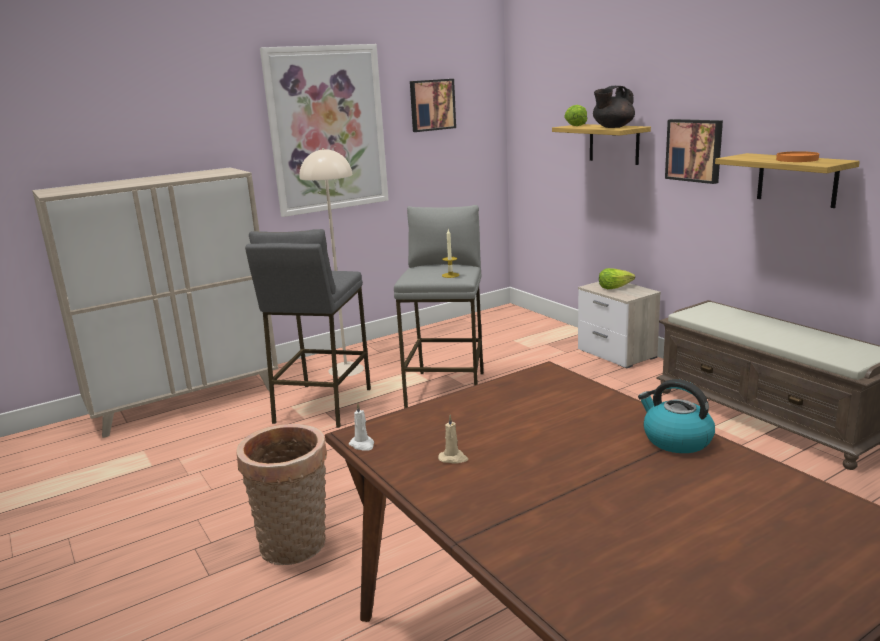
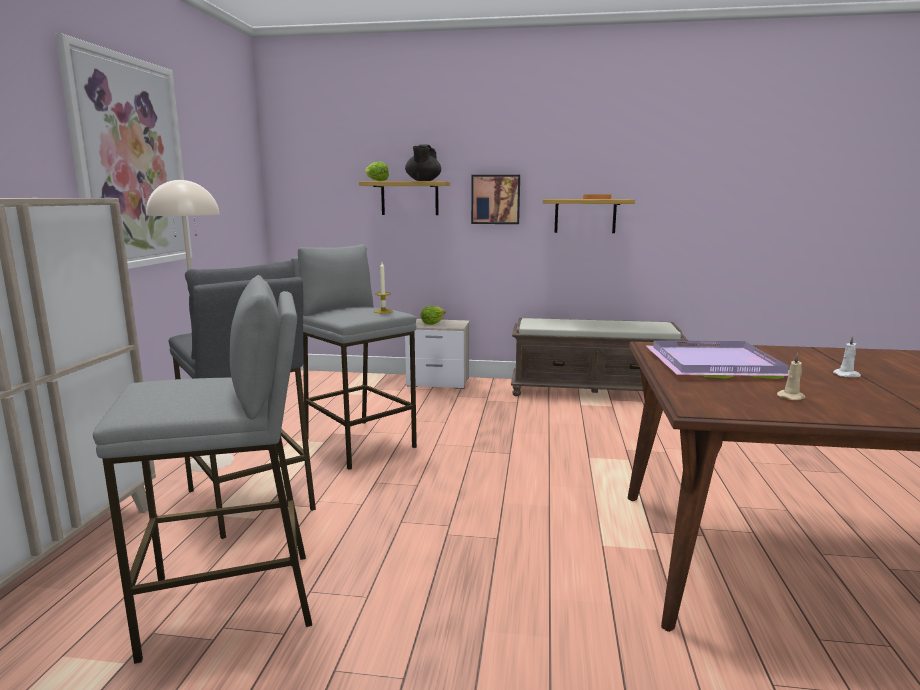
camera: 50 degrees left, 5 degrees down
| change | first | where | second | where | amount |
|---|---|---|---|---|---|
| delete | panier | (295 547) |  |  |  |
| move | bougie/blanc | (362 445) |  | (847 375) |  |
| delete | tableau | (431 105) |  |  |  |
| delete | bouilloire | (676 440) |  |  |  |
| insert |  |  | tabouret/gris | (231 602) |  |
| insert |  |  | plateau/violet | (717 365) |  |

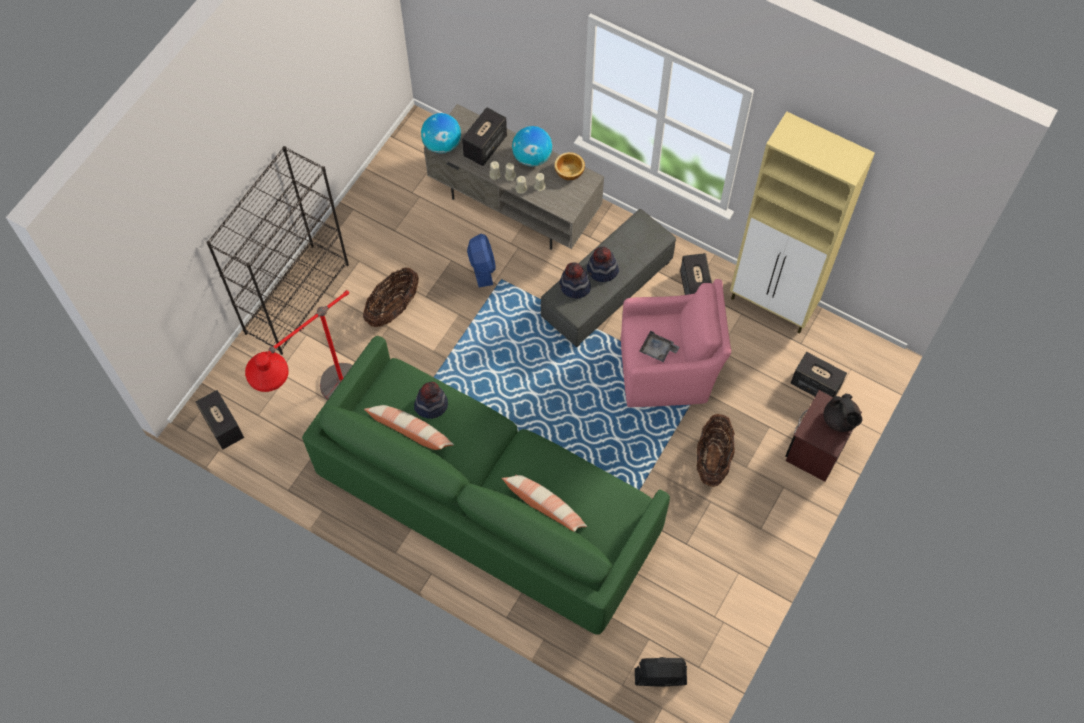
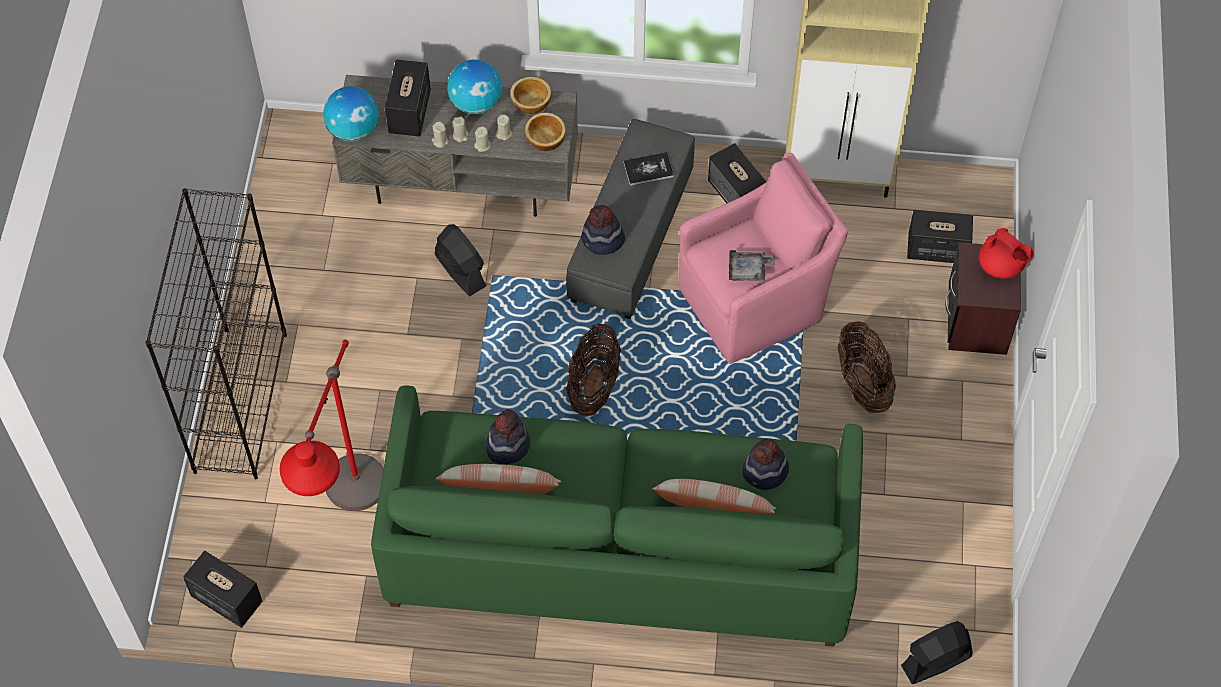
camera: 25 degrees left, 5 degrees down
| change | first | where | second | where | amount |
|---|---|---|---|---|---|
| move | panier | (393 308) |  | (593 385) |  |
| recolor | ventilateur/bleu | (482 267) | ventilateur/noir | (460 270) |  |
| move | chapeau | (602 270) |  | (765 472) |  |
| recolor | théière/noir | (840 420) | théière/rouge | (1001 266) |  |
| insert |  |  | bol | (545 139) |  |
| insert |  |  | livre | (648 169) |  |

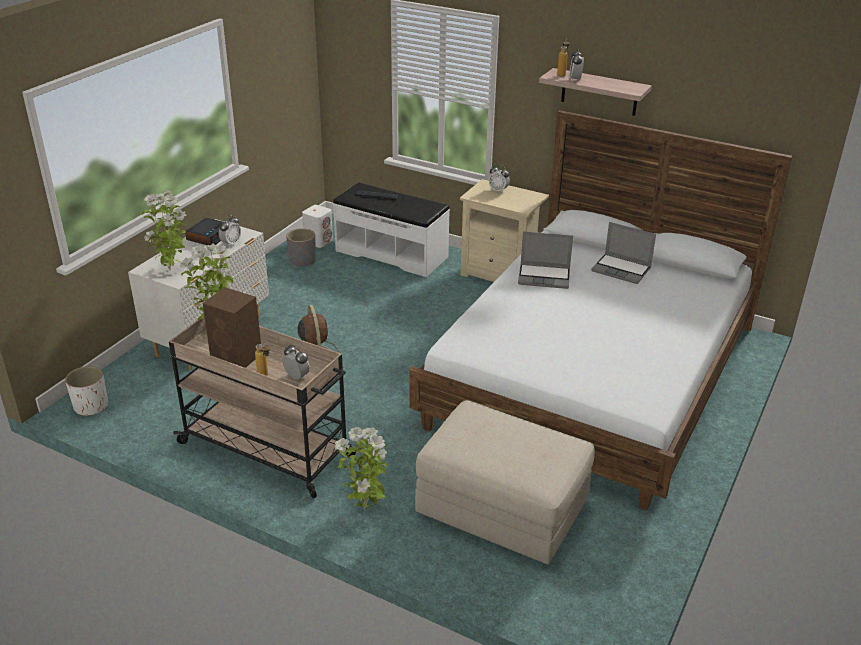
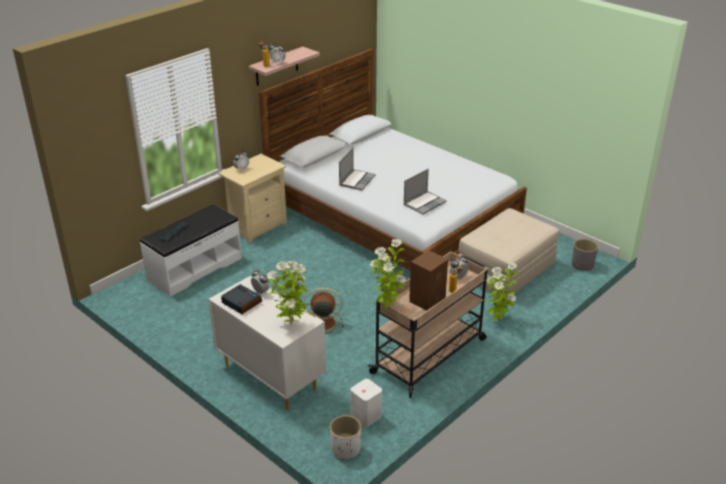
camera: 75 degrees left, 0 degrees up
| change | first | where | second | where | amount |
|---|---|---|---|---|---|
| move | cache-pot/gris | (302 261) |  | (582 265) |  |
| move | enceinte/blanc | (318 241) |  | (365 416) |  |
| move | ordinateur portable | (622 270) |  | (424 203) |  |

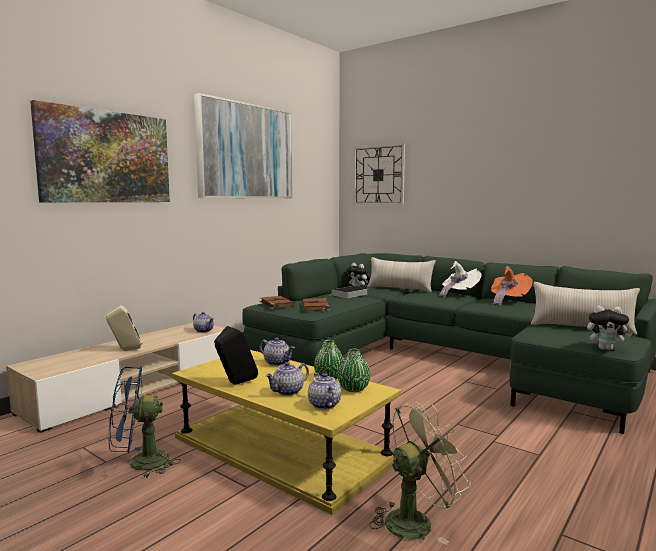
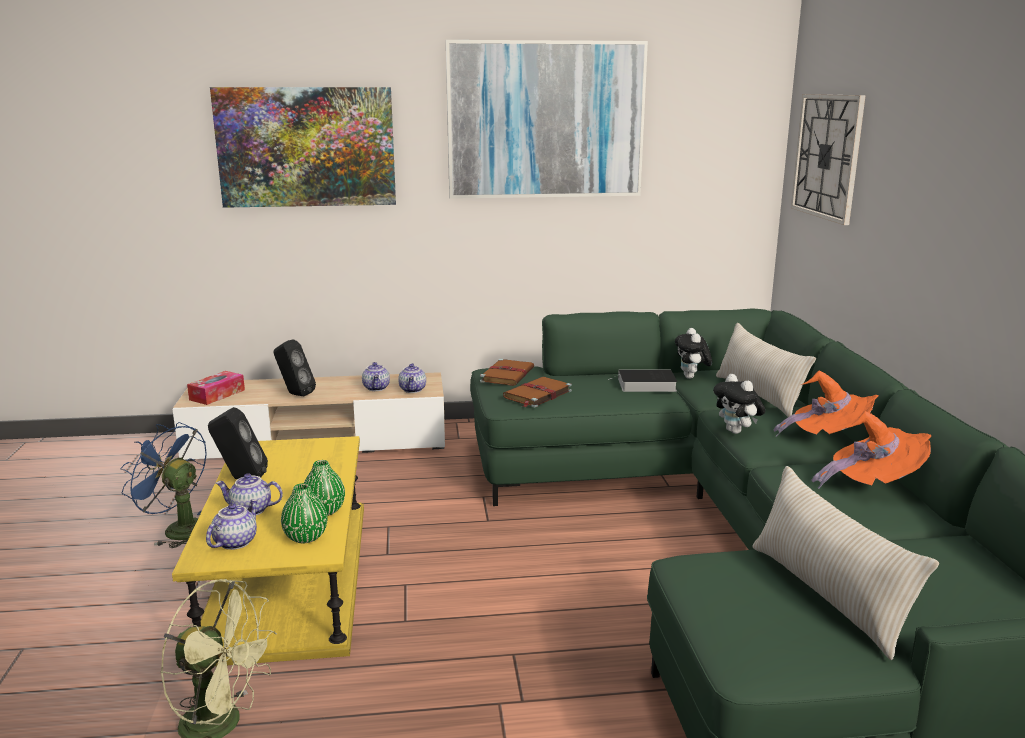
camera: 45 degrees right, 10 degrees up
| change | first | where | second | where | amount |
|---|---|---|---|---|---|
| recolor | enceinte/beige | (125 350) | enceinte/noir | (295 394) |  |
| move | théière | (277 362) |  | (377 388) |  |
| recolor | chapeau/blanc | (459 294) | chapeau/orange | (827 437) |  |
| move | peluche | (606 349) |  | (737 432) |  |
| insert |  |  | boîte à mouchoirs | (217 395) |  |

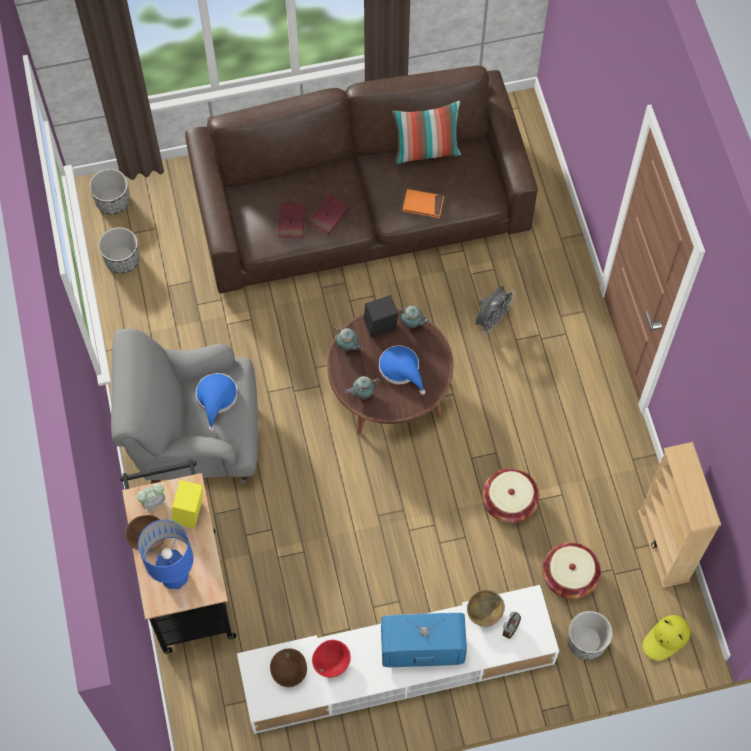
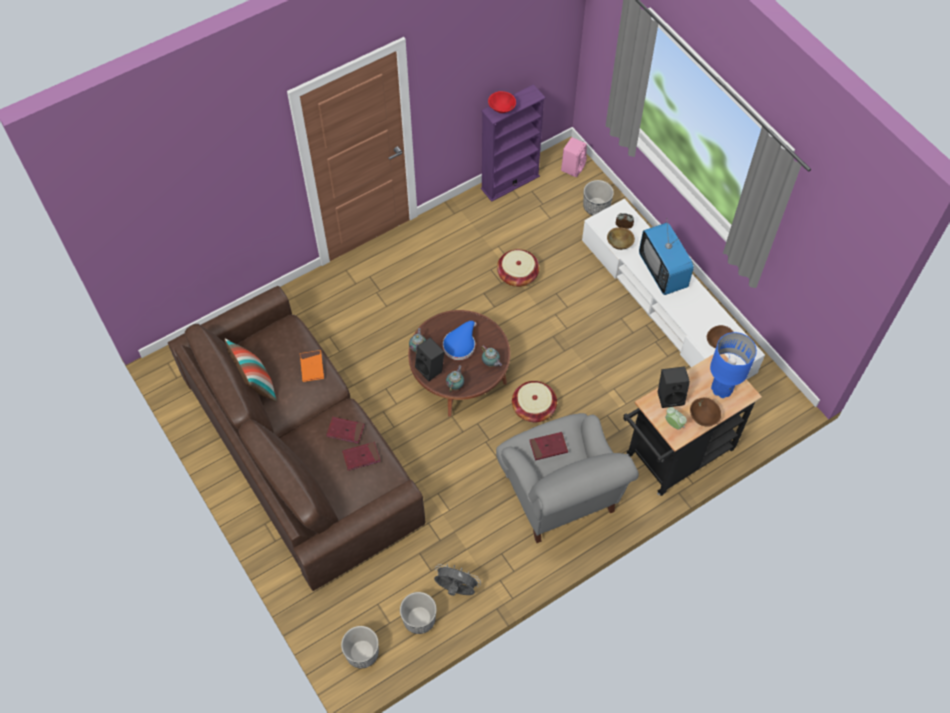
camera: 110 degrees left, 5 degrees down
| change | first | where | second | where | amount |
|---|---|---|---|---|---|
| recolor | enceinte/jaune | (190 515) | enceinte/noir | (670 396) |  |
| replace | chapeau/bleu | (216 399) | livre/rouge | (548 447) |  |
| move | bol/rouge | (332 662) |  | (501 109) |  |
| move | ventilateur/gris | (492 320) |  | (456 589) |  |
| move | panier | (569 576) |  | (533 408) |  |
| recolor | bibliothèque/beige | (663 546) | bibliothèque/violet | (510 182) |  |
| replace | chapeau/jaune | (666 638) | enceinte/rose | (573 167) |  |

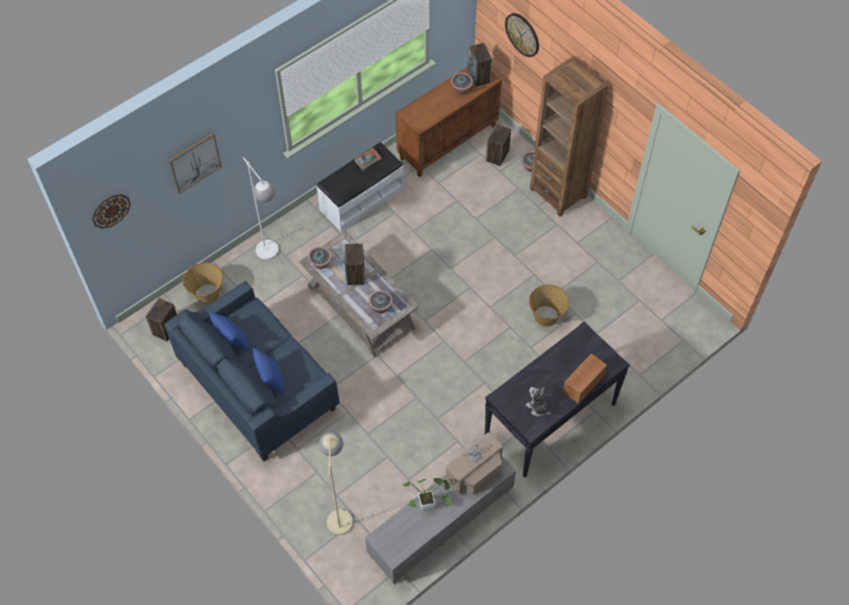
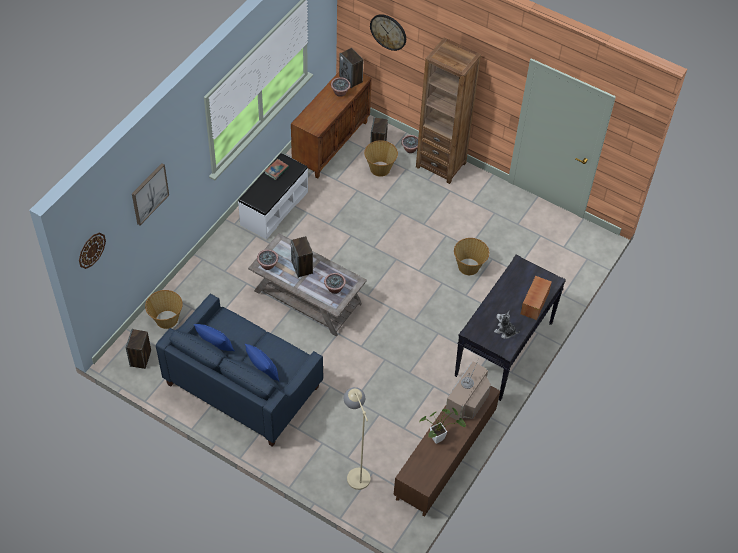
camera: 20 degrees left, 5 degrees down
| change | first | where | second | where | amount |
|---|---|---|---|---|---|
| delete | lampadaire/blanc | (271 256) |  |  |  |
| recolor | meuble télé/gris | (441 523) | meuble télé/marron | (445 456) |  |
| insert |  |  | panier | (380 168) |  |

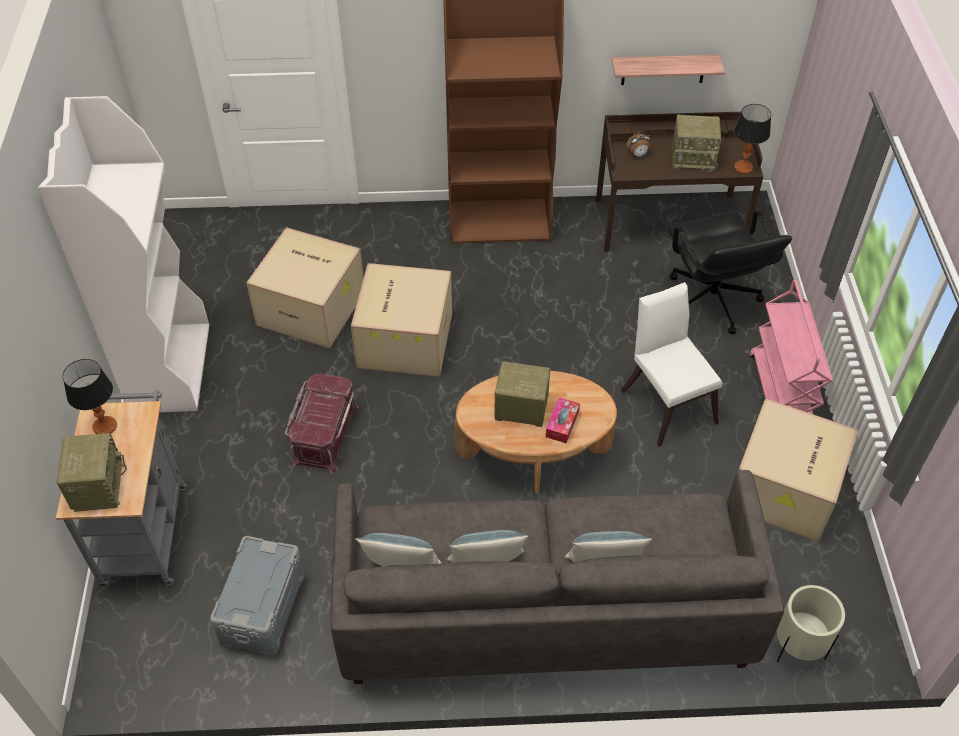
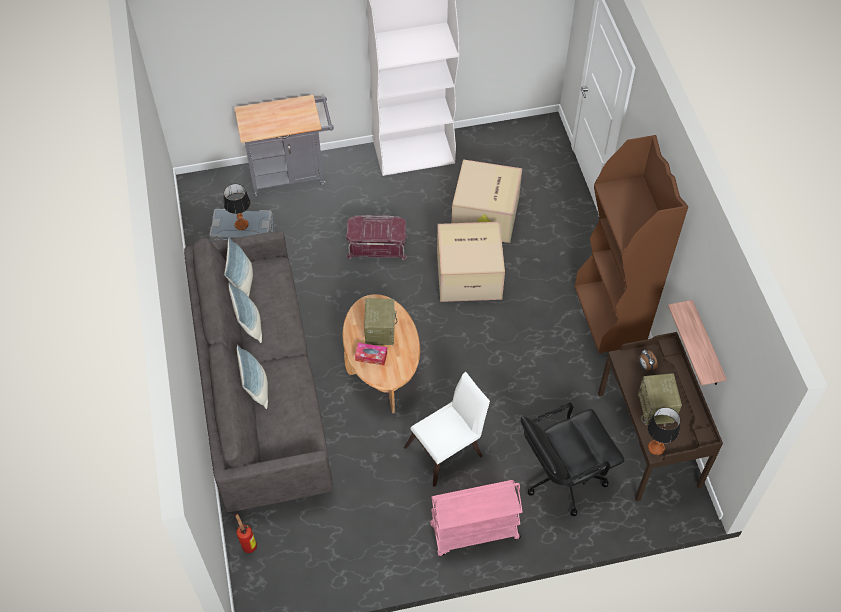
camera: 80 degrees right, 5 degrees up
| change | first | where | second | where | amount |
|---|---|---|---|---|---|
| delete | radio | (97 486) |  |  |  |
| move | lampe de table | (104 426) |  | (241 224) |  |
| delete | carton | (785 490) |  |  |  |
| replace | cache-pot/beige | (797 647) | extincteur | (248 544) |  |

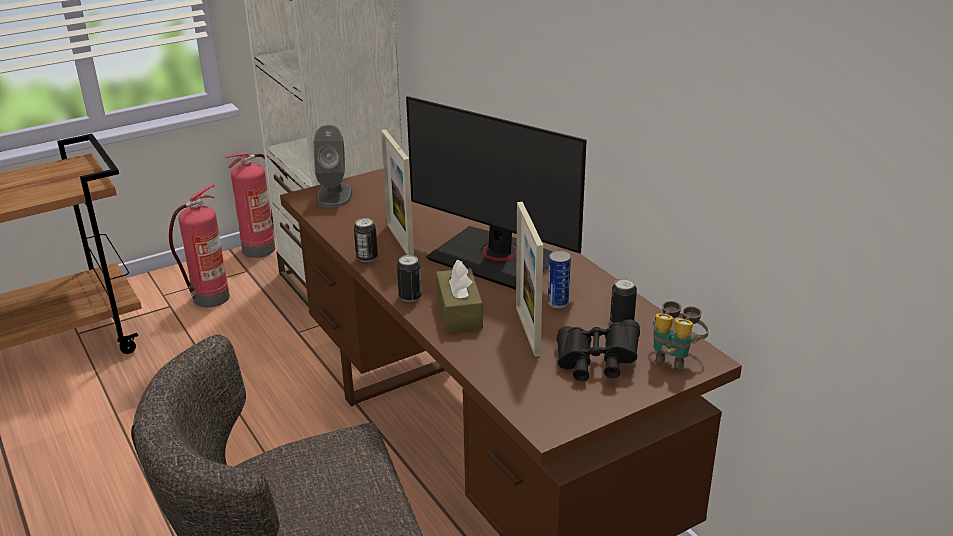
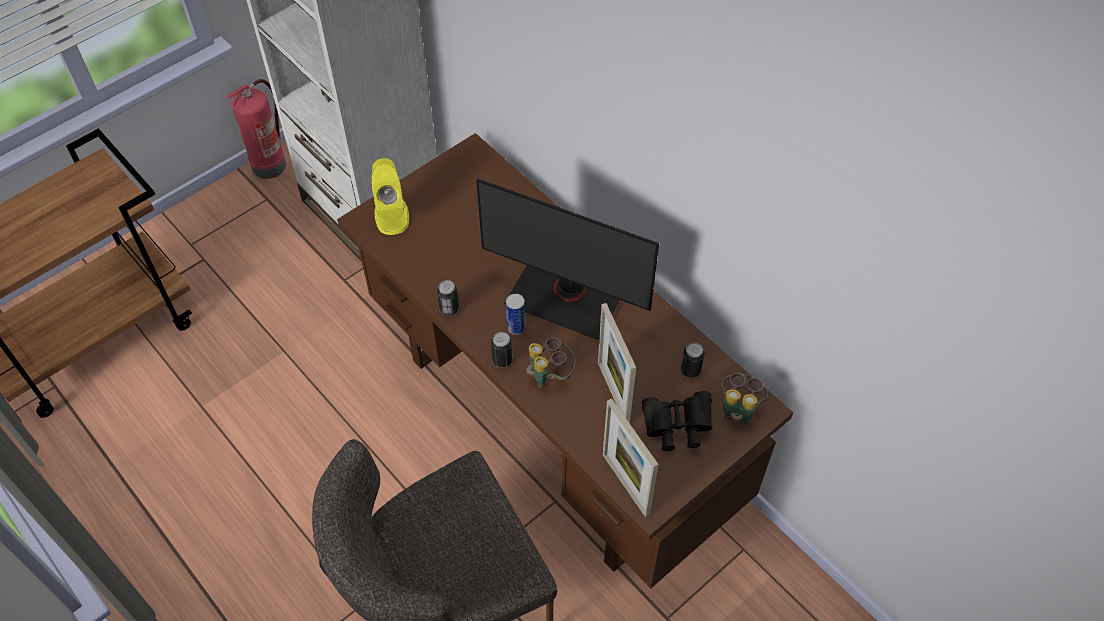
camera: 10 degrees left, 25 degrees up
| change | first | where | second | where | amount |
|---|---|---|---|---|---|
| delete | extincteur | (210 299) |  |  |  |
| recolor | enceinte/gris | (334 195) | enceinte/jaune | (391 215) |  |
| move | cadre photo | (400 241) |  | (625 484) |  |
| replace | boîte à mouchoirs/marron | (459 312) | jumelles | (550 375) |  |
| move | boîte métallique | (558 303) |  | (516 328) |  |

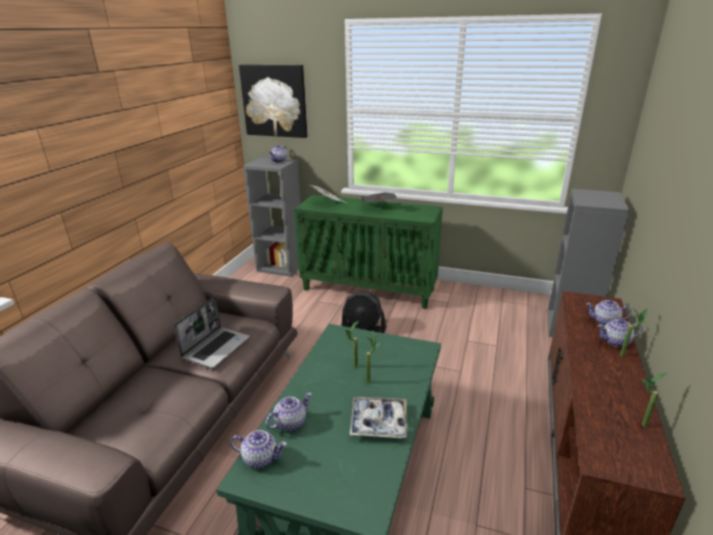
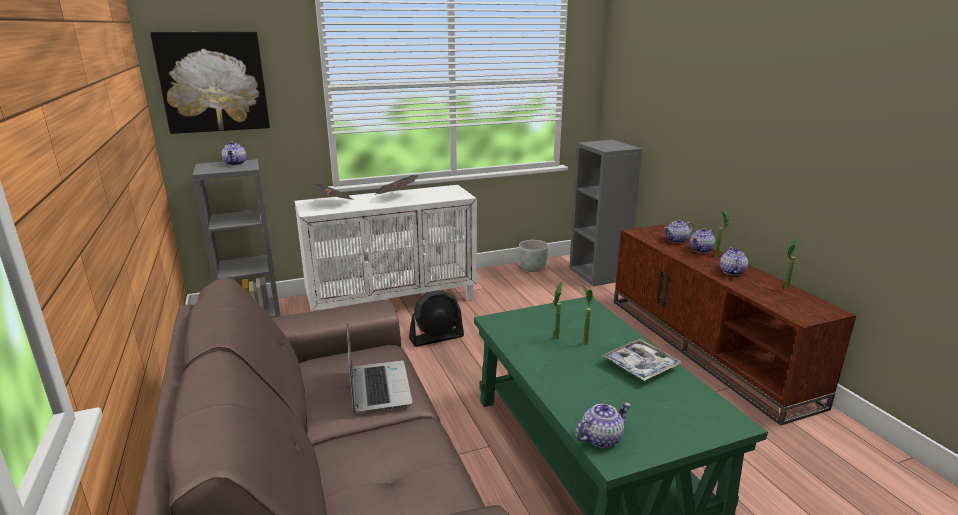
camera: 40 degrees left, 5 degrees down
| change | first | where | second | where | amount |
|---|---|---|---|---|---|
| move | théière | (290 422) |  | (731 272) |  |
| recolor | meuble de rangement/vert | (369 289) | meuble de rangement/blanc | (393 302) |  |
| insert |  |  | cache-pot/gris | (532 269) |  |

